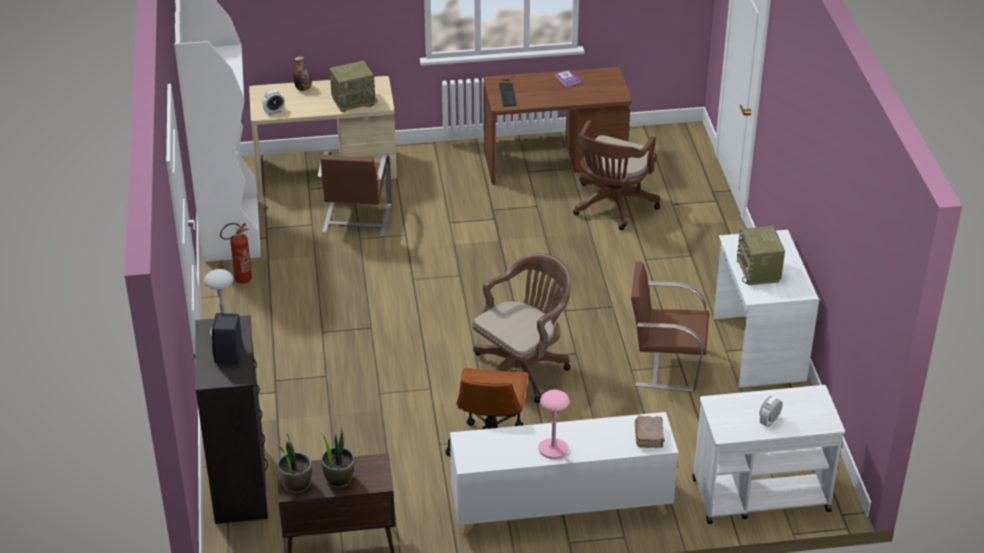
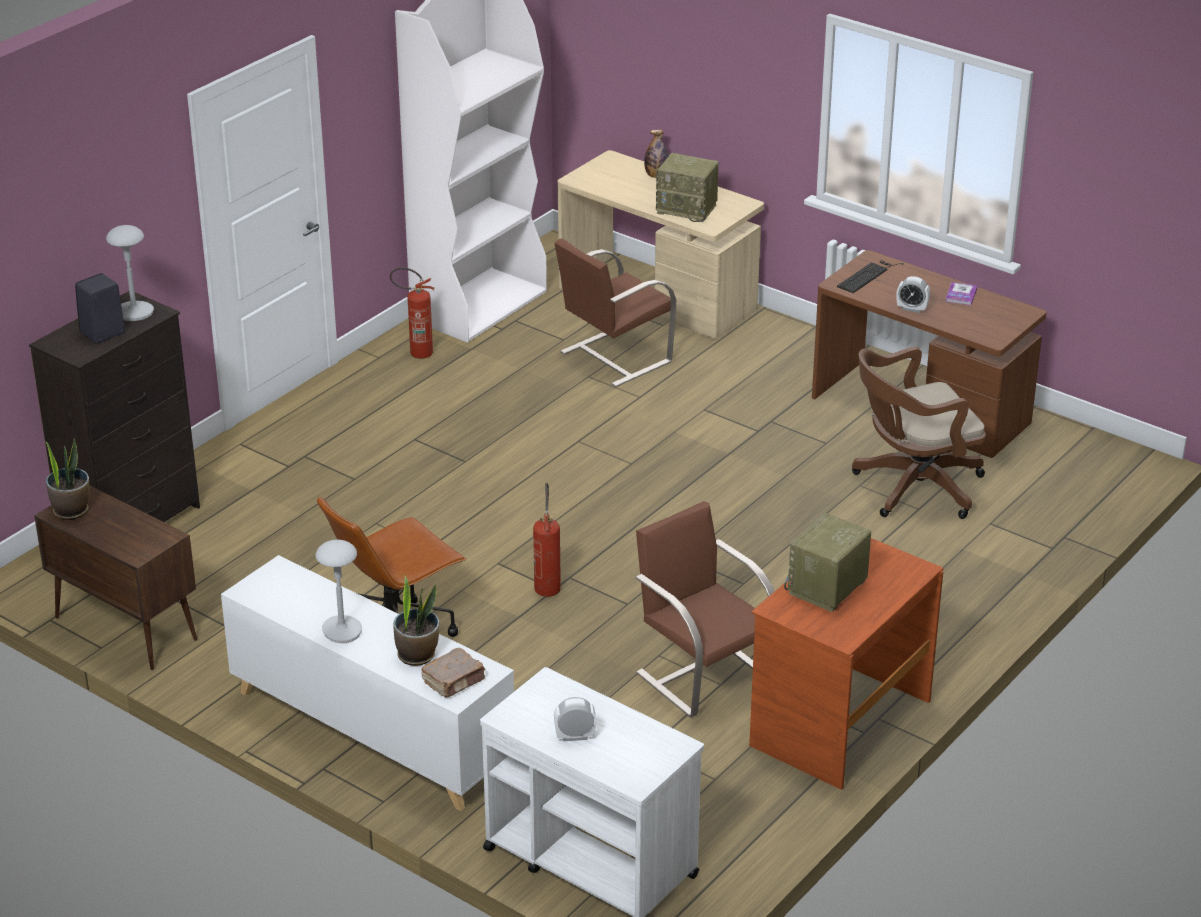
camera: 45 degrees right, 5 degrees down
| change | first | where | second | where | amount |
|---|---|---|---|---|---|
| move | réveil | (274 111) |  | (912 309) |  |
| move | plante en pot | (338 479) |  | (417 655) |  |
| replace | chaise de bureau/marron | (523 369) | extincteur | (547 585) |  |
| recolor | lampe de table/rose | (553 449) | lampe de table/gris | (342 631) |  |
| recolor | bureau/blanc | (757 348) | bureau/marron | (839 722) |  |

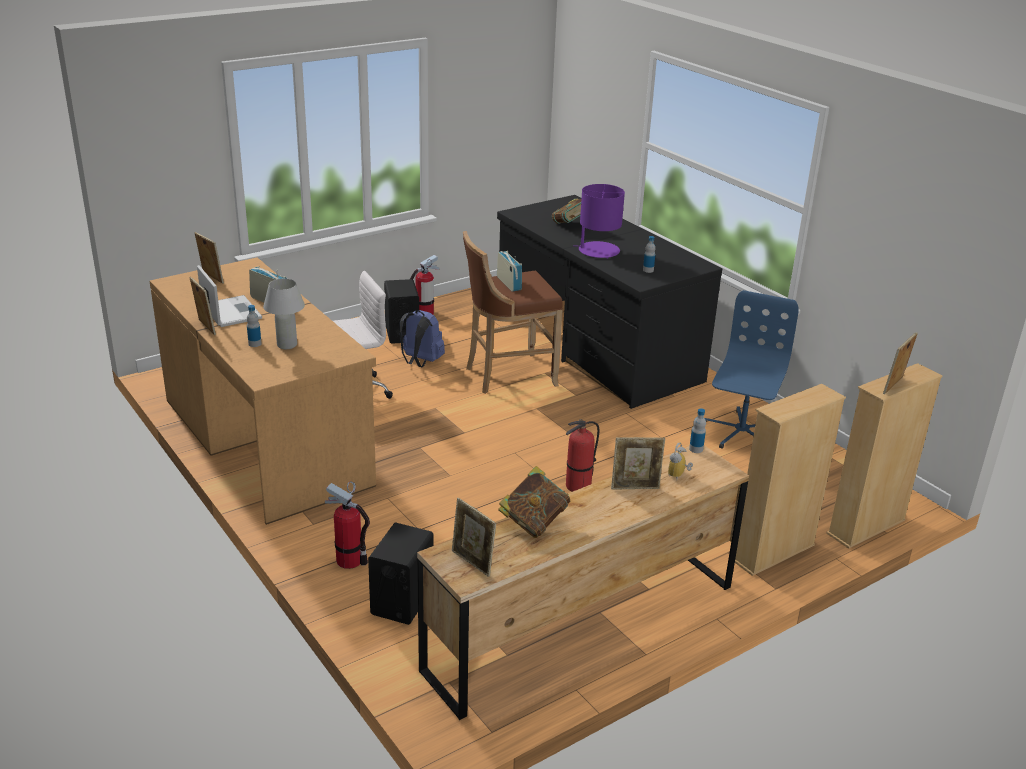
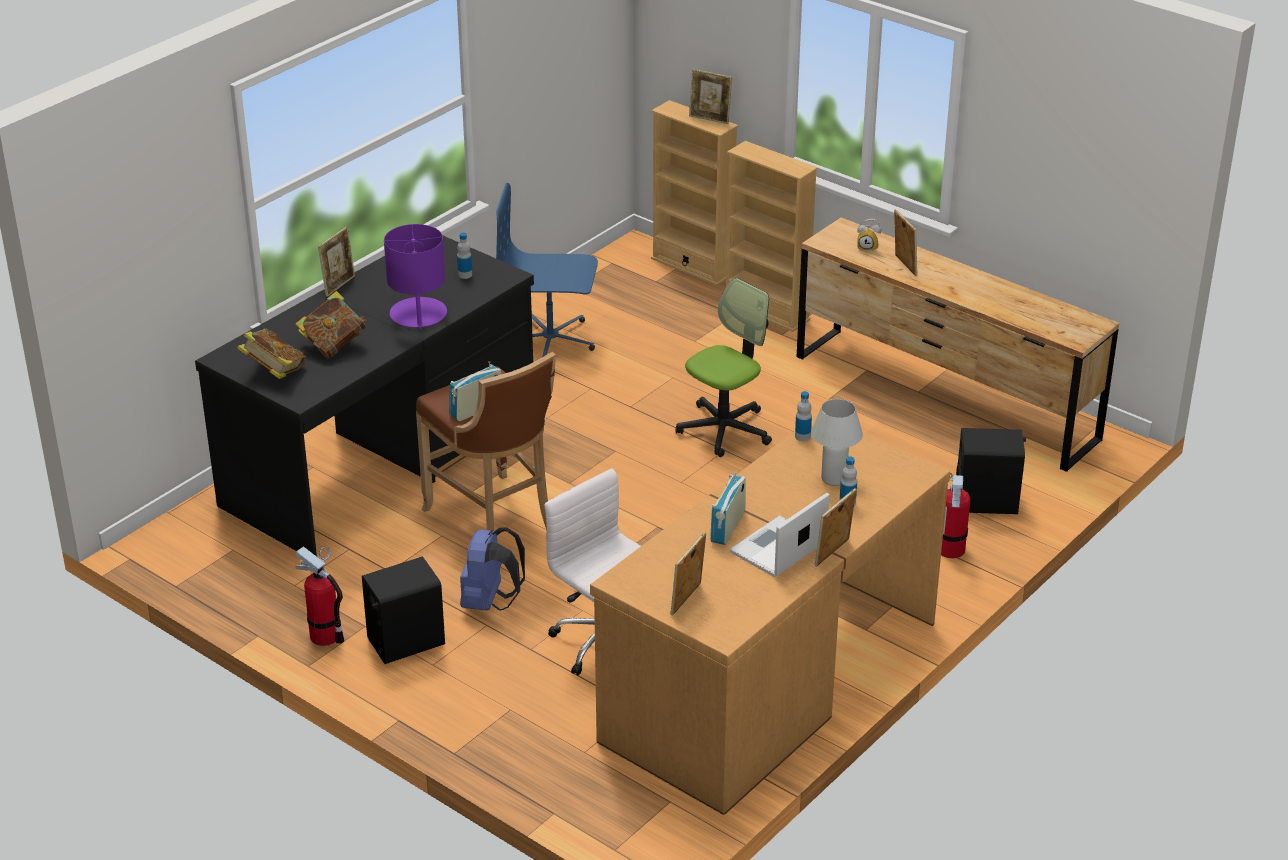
camera: 105 degrees left, 5 degrees up
| change | first | where | second | where | amount |
|---|---|---|---|---|---|
| move | cadre photo | (472 562) |  | (339 285) |  |
| move | livre | (534 522) |  | (274 372) |  |
| replace | extincteur | (578 487) | chaise de bureau | (724 429) |  |
| move | bouteille | (696 449) |  | (802 436) |  |

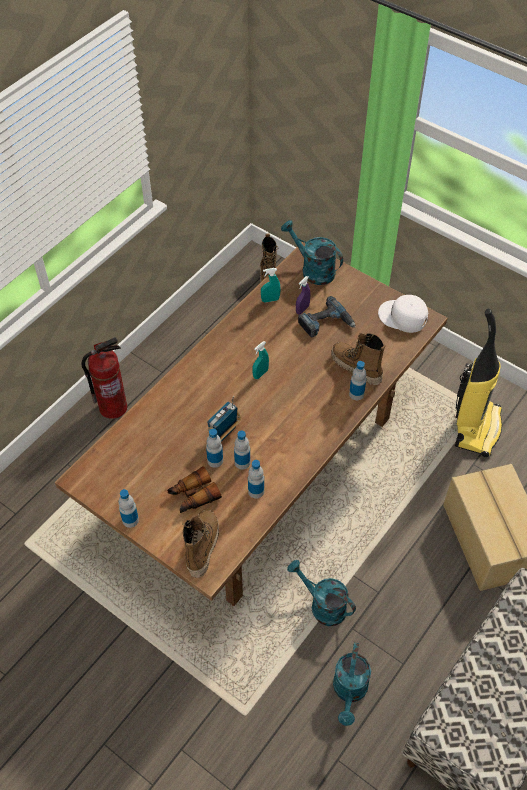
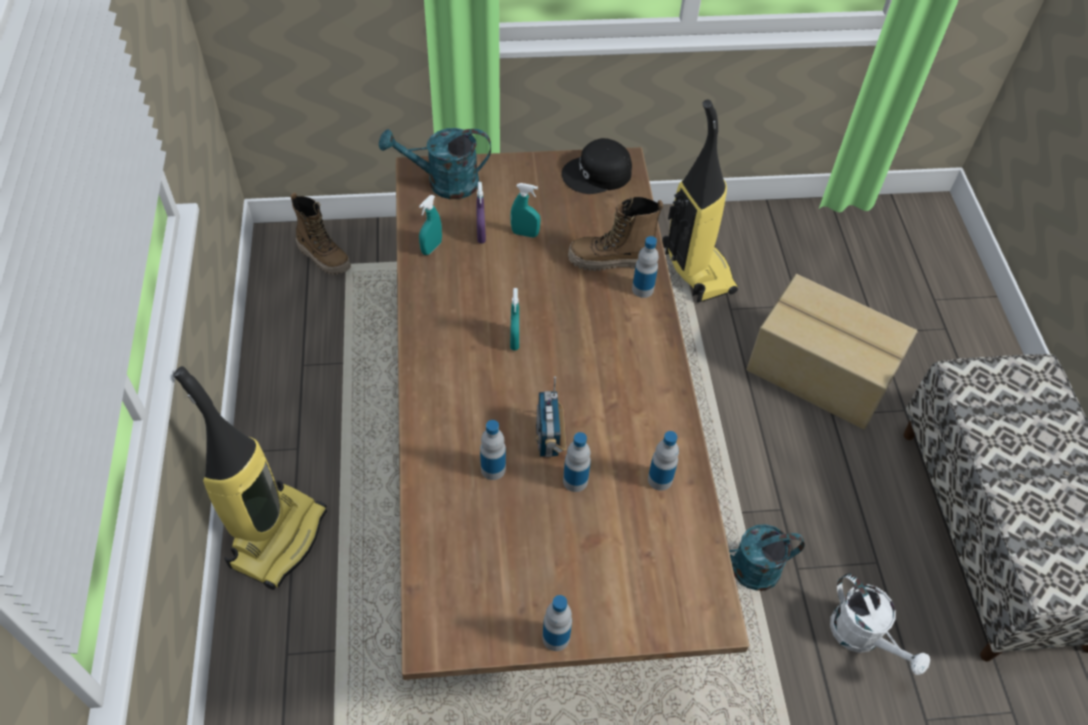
camera: 45 degrees left, 0 degrees up
| change | first | where | second | where | amount |
|---|---|---|---|---|---|
| replace | extincteur | (113 407) | aspirateur | (277 537) |  |
| delete | jumelles | (193 496) |  |  |  |
| delete | botte | (202 546) |  |  |  |
| move | bouteille | (242 462) |  | (493 469) |  |
| replace | perceuse | (326 323) | vaporisateur/turquoise | (525 233) |  |
| recolor | arrosoir/turquoise | (349 691) | arrosoir/blanc | (862 637) |  |
| recolor | casquette/blanc | (403 317) | casquette/noir | (597 174) |  |

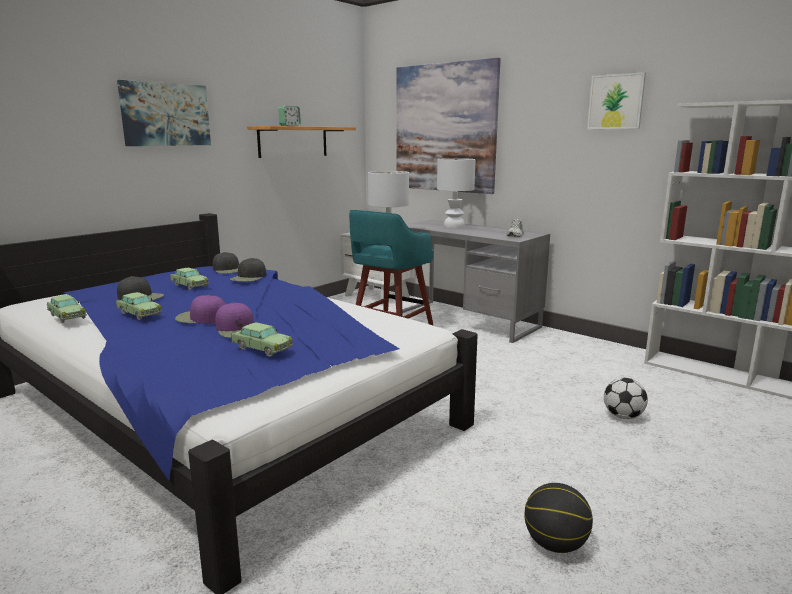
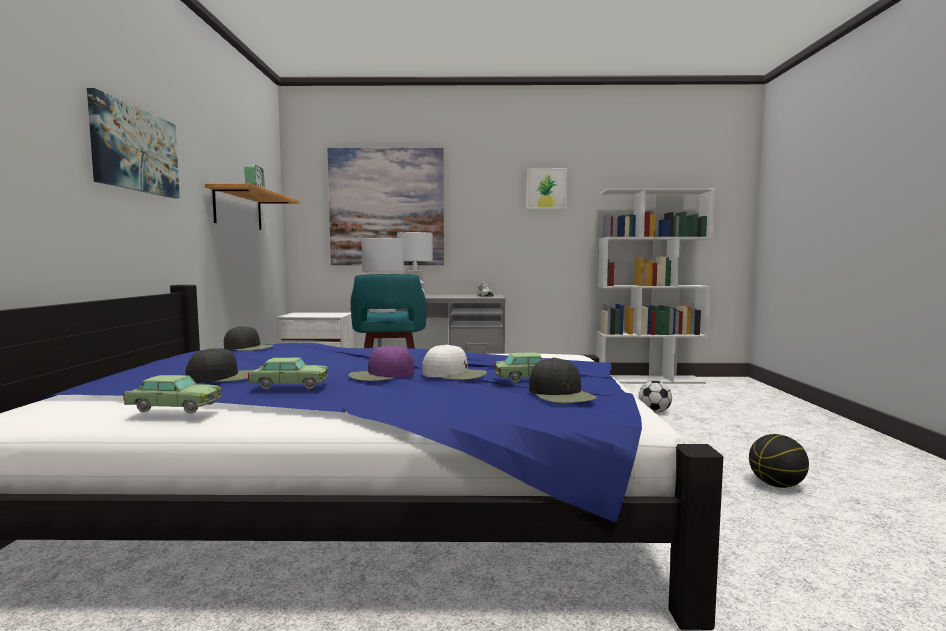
camera: 40 degrees left, 10 degrees down
| change | first | where | second | where | amount |
|---|---|---|---|---|---|
| delete | petite voiture | (189 285) |  |  |  |
| recolor | casquette/violet | (238 329) | casquette/blanc | (455 374) |  |
| move | casquette/noir | (249 277) |  | (561 394) |  |

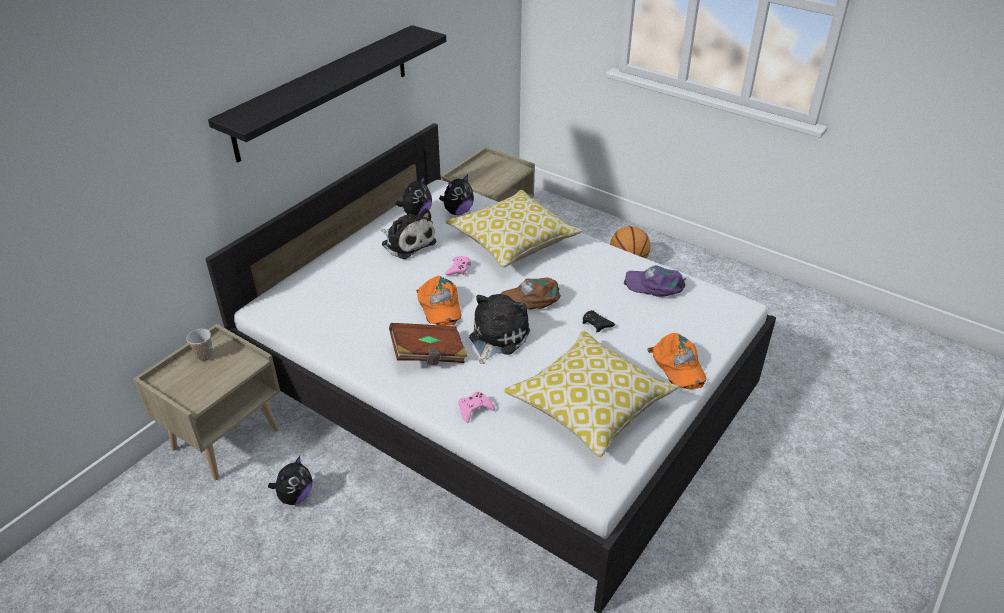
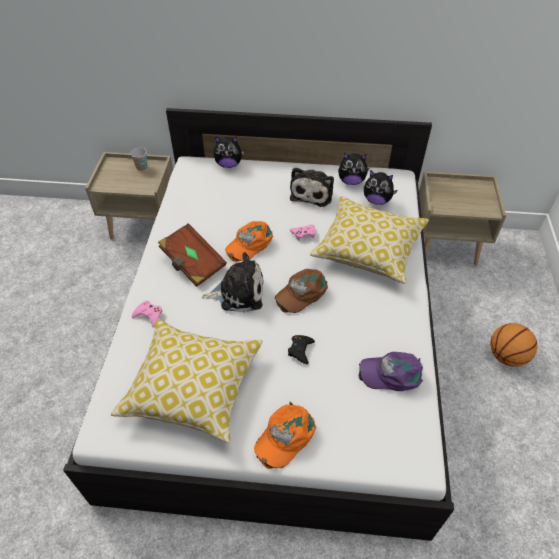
camera: 60 degrees right, 10 degrees up
| change | first | where | second | where | amount |
|---|---|---|---|---|---|
| delete | étagère/noir | (323 91) |  |  |  |
| move | peluche | (295 496) |  | (228 164) |  |
| rotate | casquette/marron | (532 298) |  | (301 292) | 90 degrees counterclockwise |
| rotate | casquette/violet | (655 285) |  | (391 373) | 75 degrees counterclockwise |

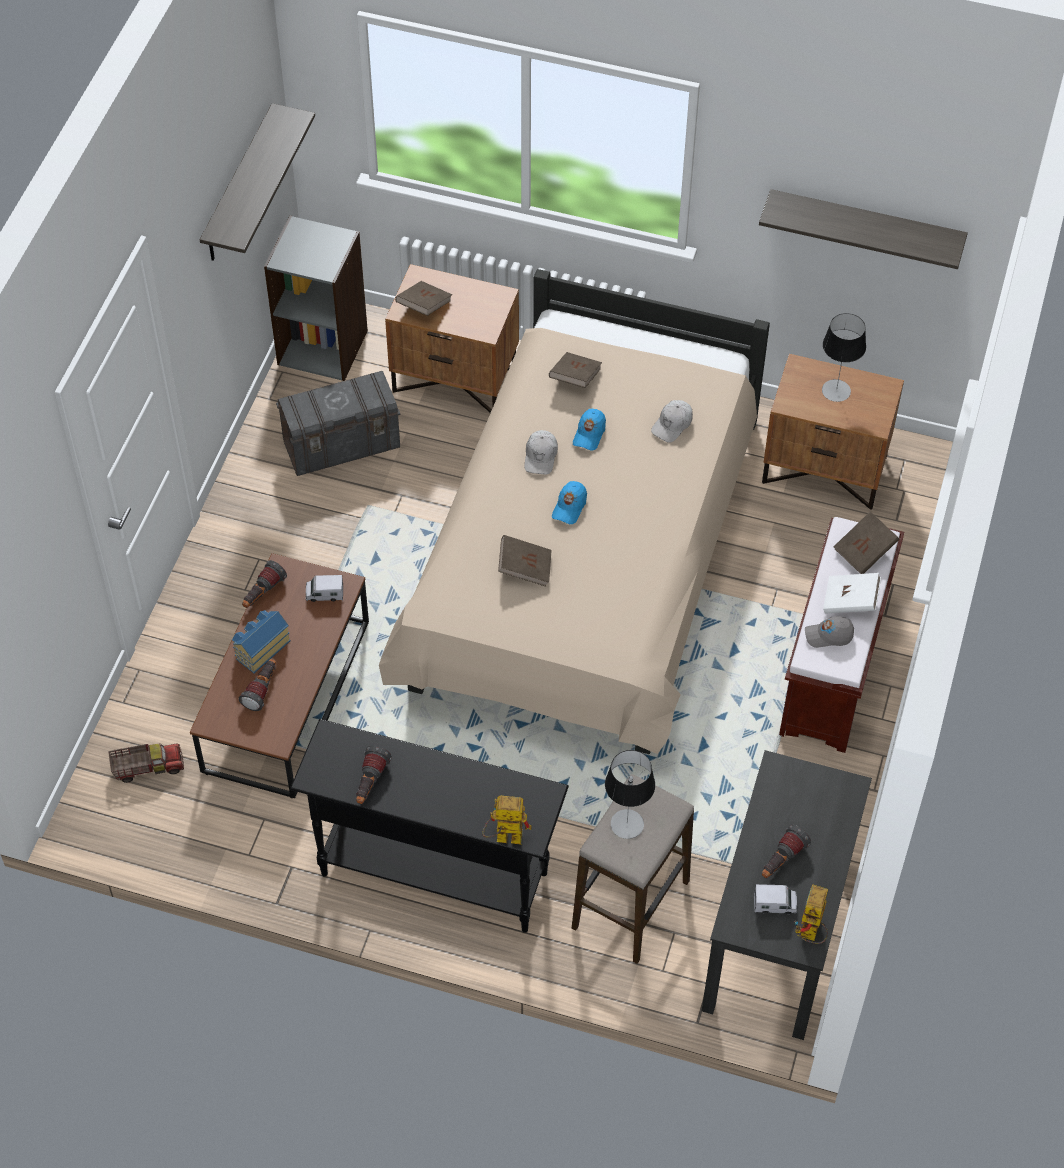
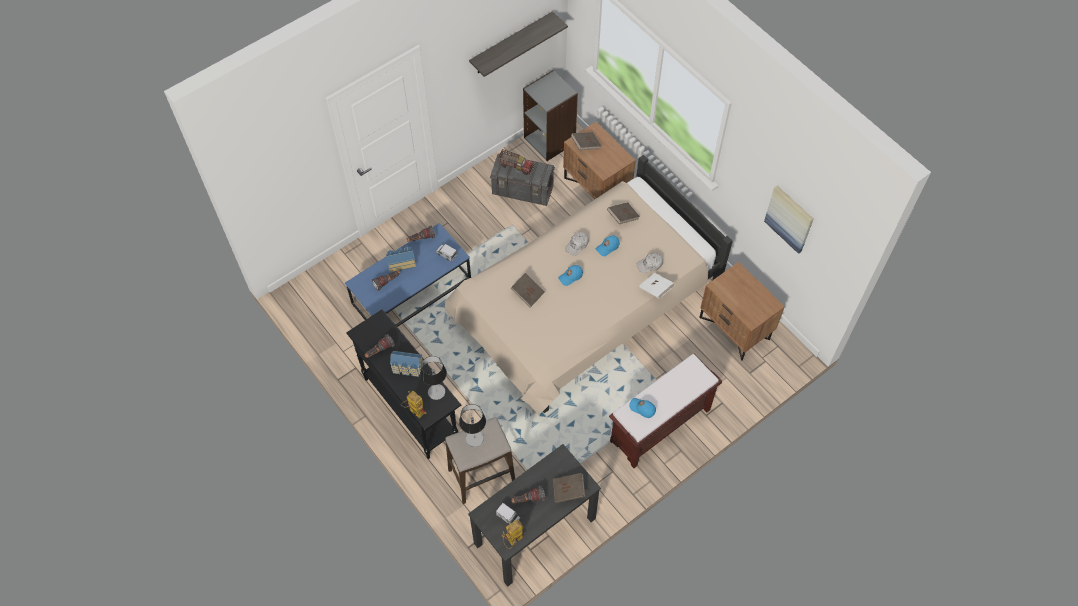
camera: 35 degrees right, 5 degrees up
| change | first | where | second | where | amount |
|---|---|---|---|---|---|
| move | camion jouet | (148 767) |  | (515 166) |  |
| recolor | table basse/marron | (286 696) | table basse/bleu | (411 291) |  |
| replace | étagère | (865 227) | tableau | (789 219) |  |
| recolor | casquette/gris | (828 636) | casquette/bleu | (642 408) |  |
| move | lampe de table | (836 390) |  | (436 391) |  |
| move | livre/blanc | (850 601) |  | (656 289) |  |
| move | livre/marron | (864 551) |  | (568 491) |  |
| insert |  |  | maison miniature | (407 368) |  |

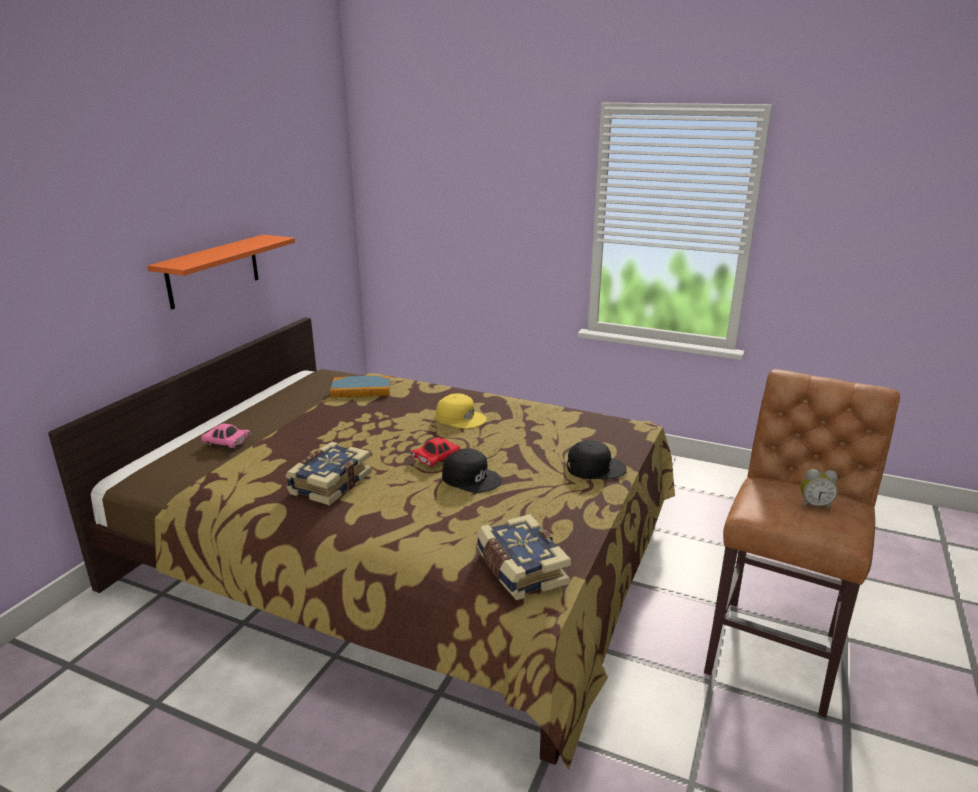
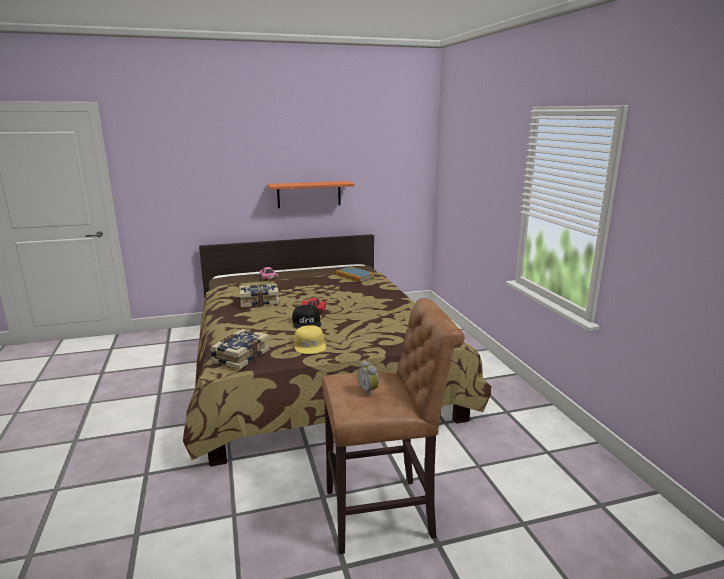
camera: 50 degrees right, 5 degrees down
| change | first | where | second | where | amount |
|---|---|---|---|---|---|
| move | casquette/jaune | (461 418) |  | (310 345) |  |
| delete | casquette/noir | (595 467) |  |  |  |

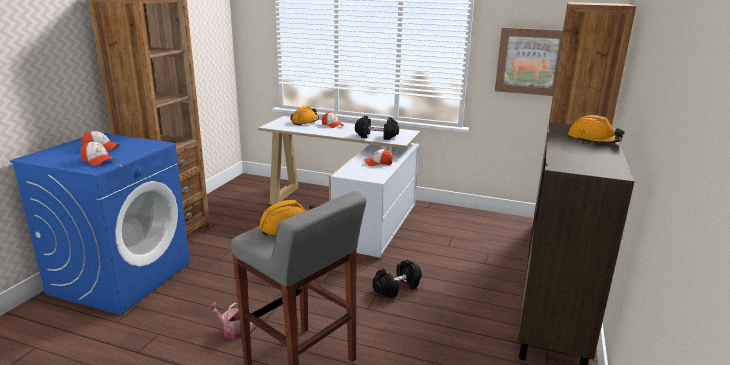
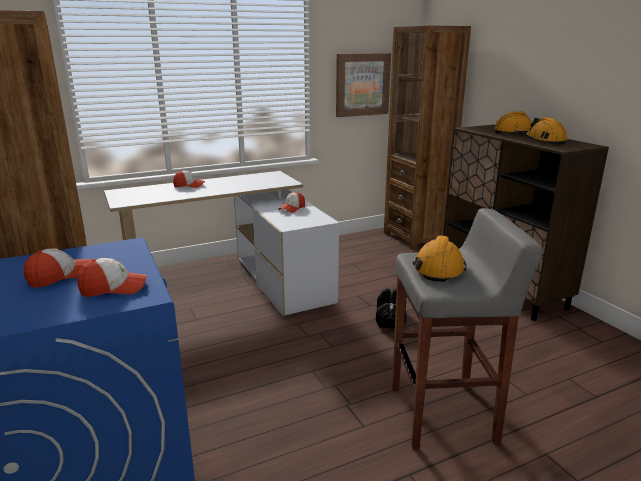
camera: 45 degrees left, 0 degrees up
| change | first | where | second | where | amount |
|---|---|---|---|---|---|
| delete | arrosoir | (231 331) |  |  |  |
| move | casque de chantier/orange | (305 121) |  | (545 140) |  |
| delete | haltère/noir | (376 136) |  |  |  |

